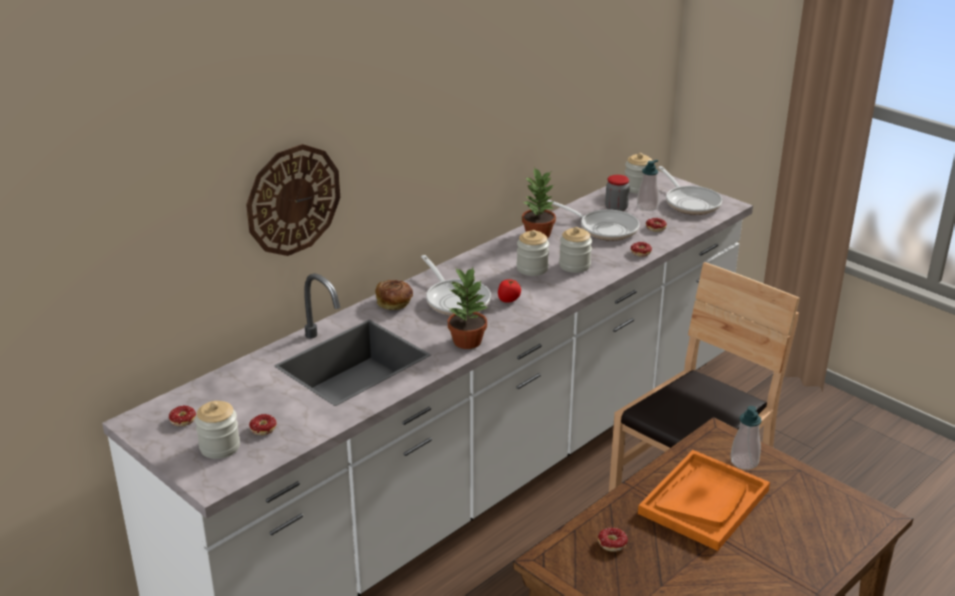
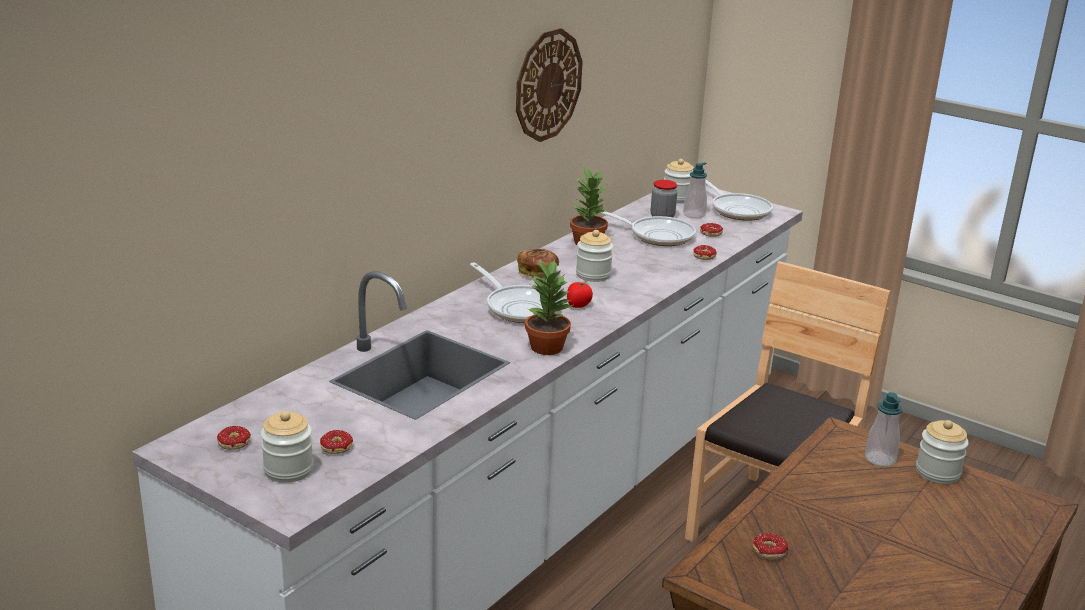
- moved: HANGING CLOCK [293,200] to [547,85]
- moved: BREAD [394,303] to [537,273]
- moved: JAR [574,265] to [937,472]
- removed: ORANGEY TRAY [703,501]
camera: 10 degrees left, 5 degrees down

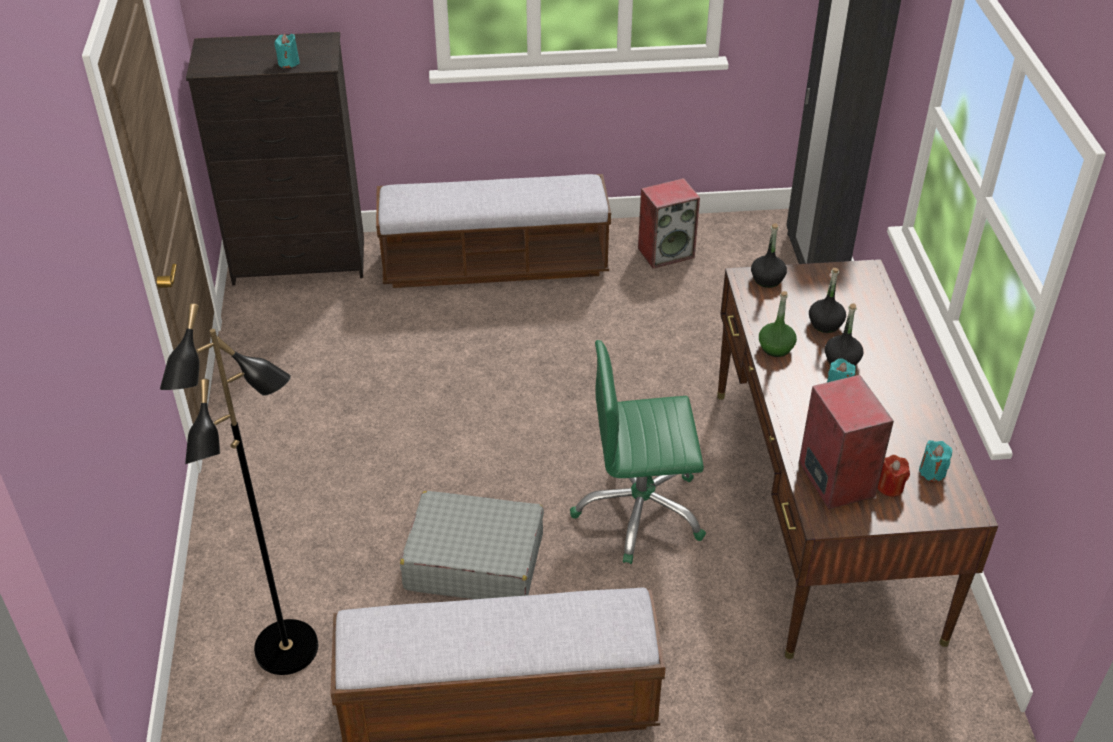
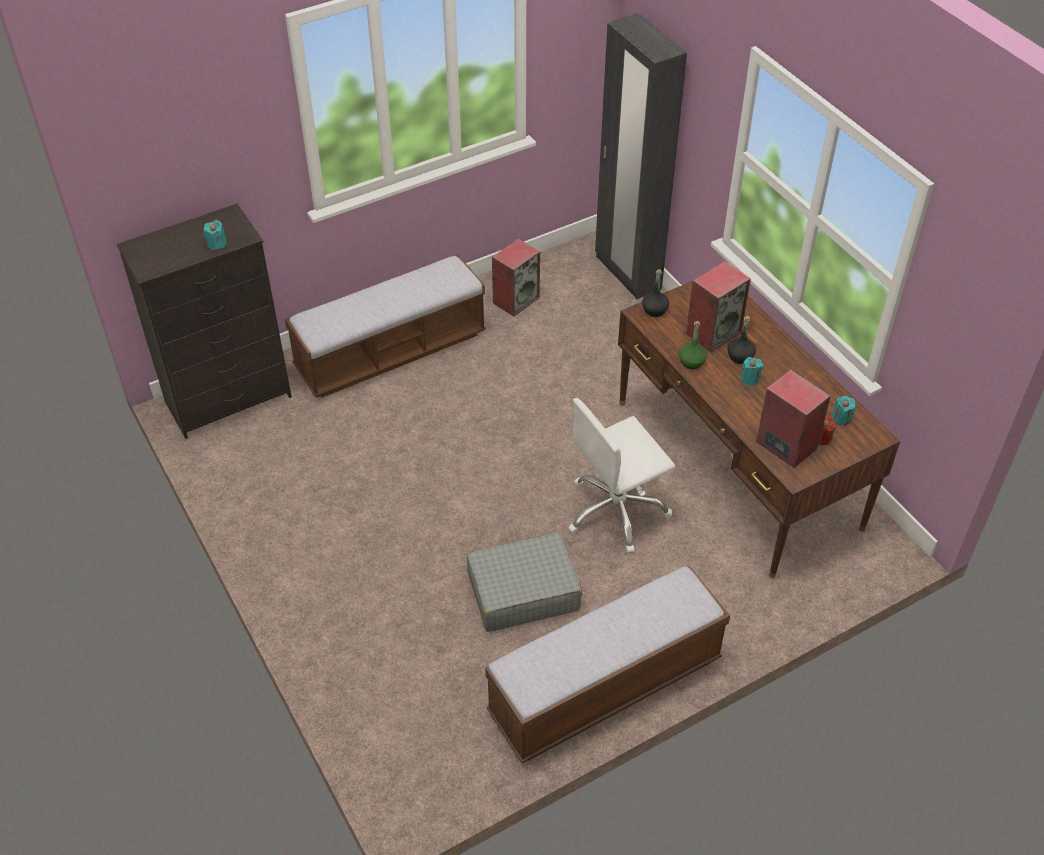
- removed: BLACK-COLOURED STANDARD LAMP [287,650]
- recoloured: GREEN-COLOURED DESK CHAIR [640,511] to WHITE-COLOURED DESK CHAIR [616,511]
- replaced: BLACK-COLOURED BOTTLE [825,324] to LOUDSPEAKER [713,332]
camera: 25 degrees left, 5 degrees up

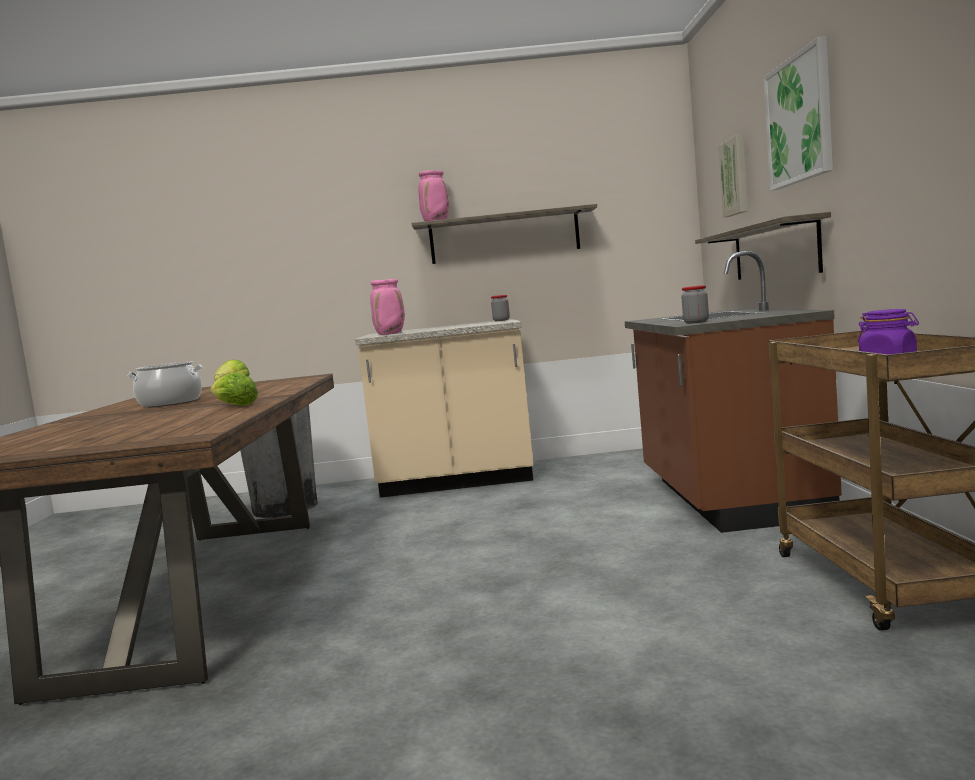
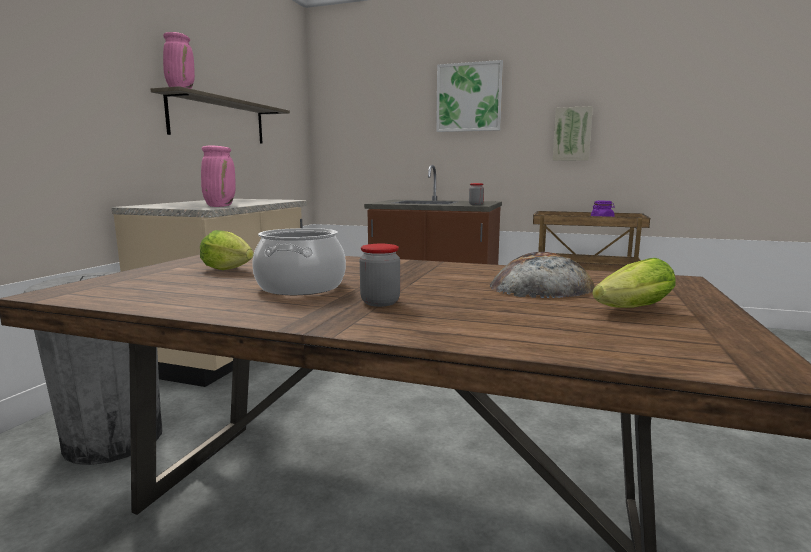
- moved: LETTUCE HEAD [233,406] to [628,310]
- moved: JAR [501,320] to [380,302]
- removed: BRACKET SHELF [774,251]
- moved: PICTURE [736,177] to [572,134]
- added: BREAD [541,286]
camera: 70 degrees left, 5 degrees up

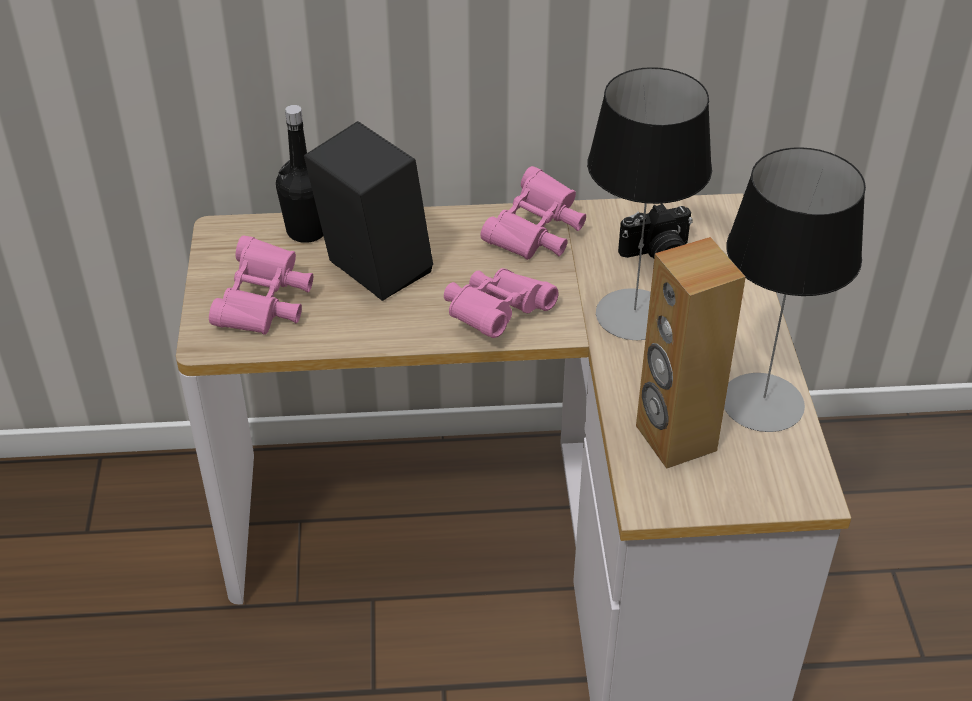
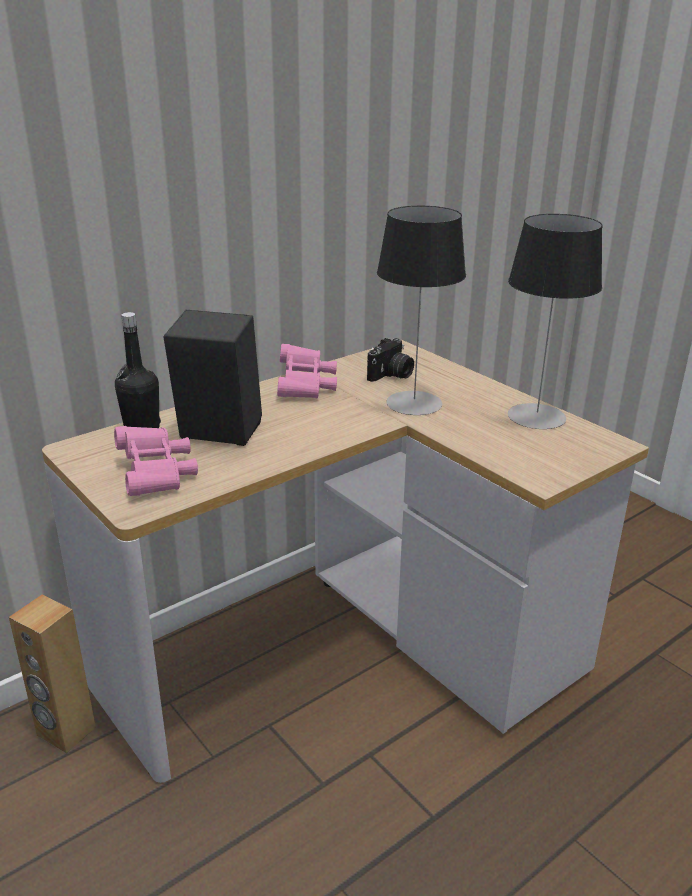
- removed: PINK-COLOURED PAIR OF BINOCULARS [496,315]
- moved: BROWNISH LOUDSPEAKER [674,438] to [65,732]
camera: 35 degrees left, 15 degrees down

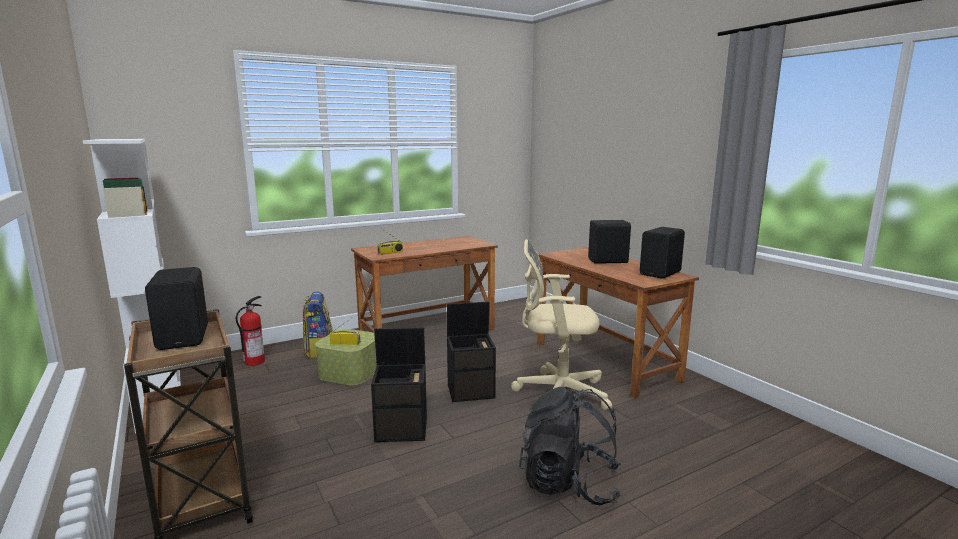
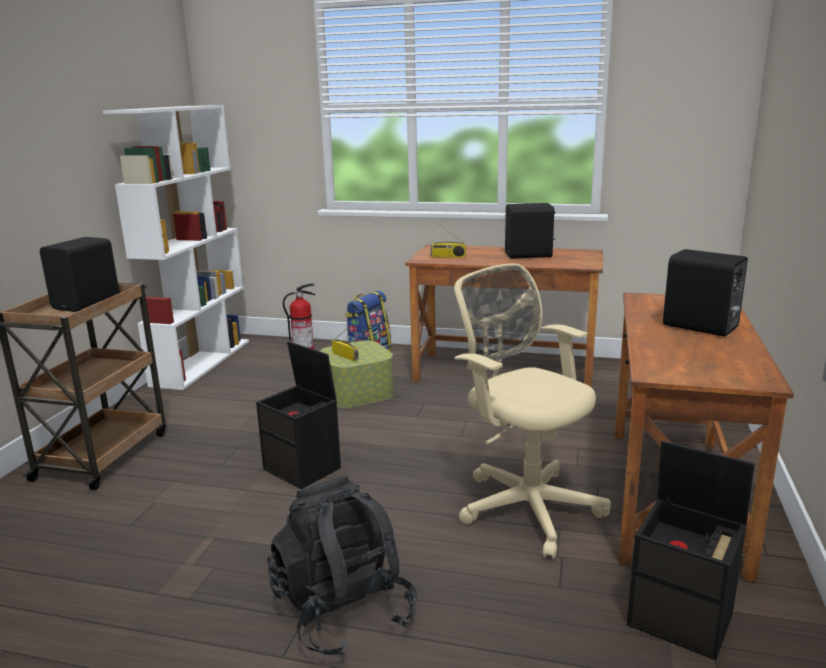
- moved: BLACK-COLOURED STORAGE BIN [471,391] to [682,619]
- moved: BLACK-COLOURED LOUDSPEAKER [661,273] to [529,255]
camera: 45 degrees right, 5 degrees up

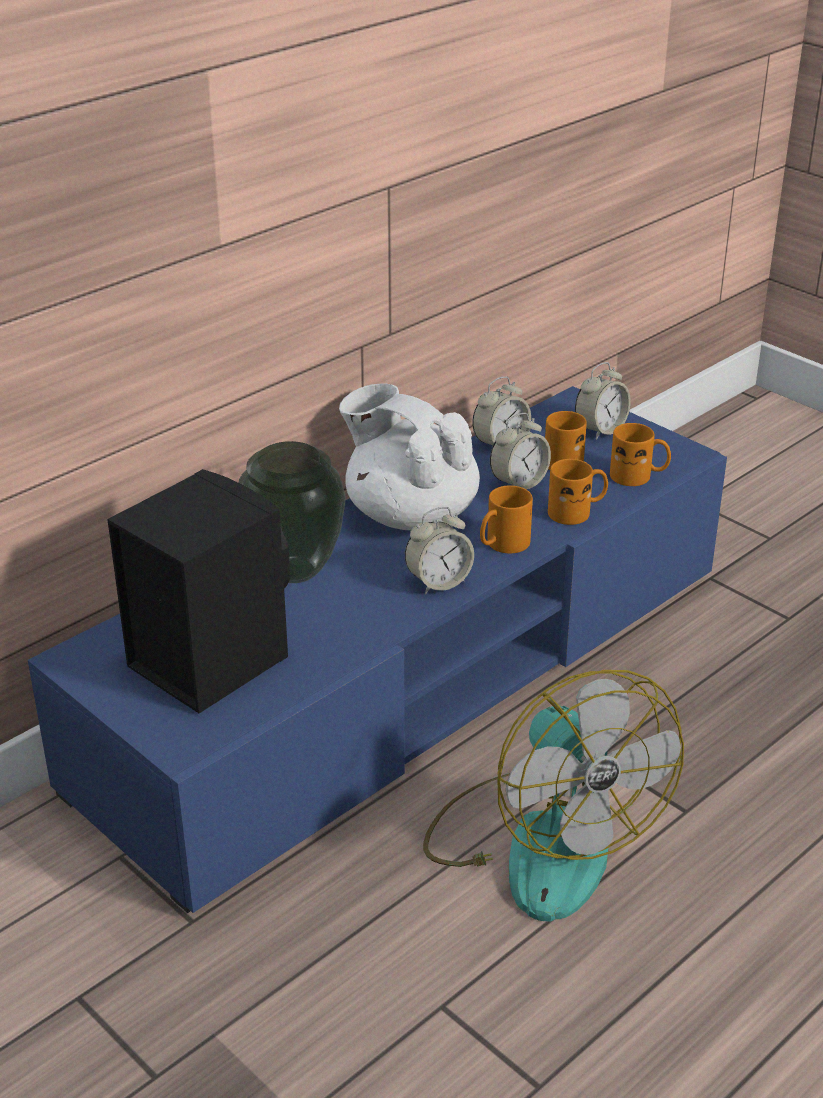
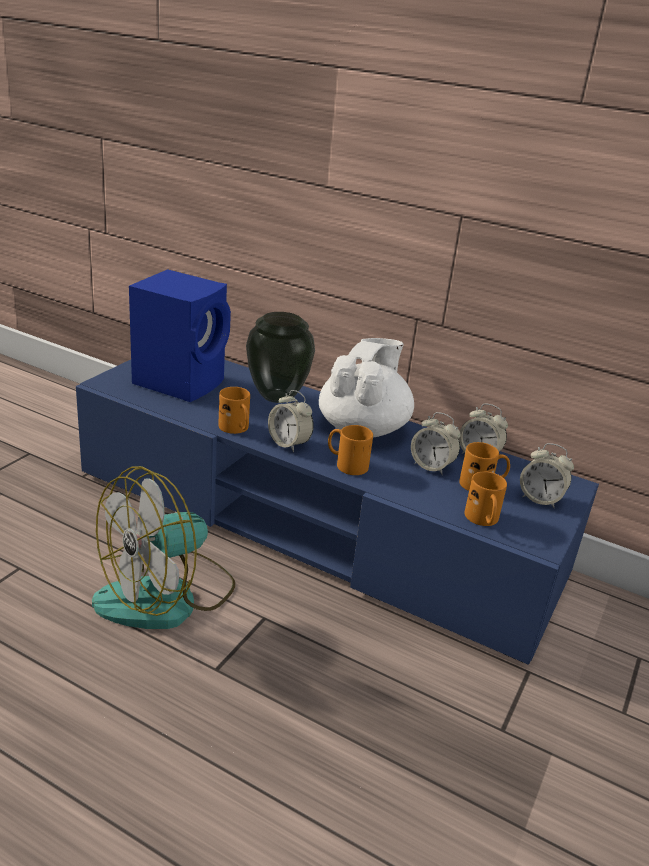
- recoloured: BLACK-COLOURED LOUDSPEAKER [206,659] to BLUE LOUDSPEAKER [181,381]
- moved: ORANGEY TEA MUG [577,511] to [237,429]
camera: 70 degrees right, 5 degrees down

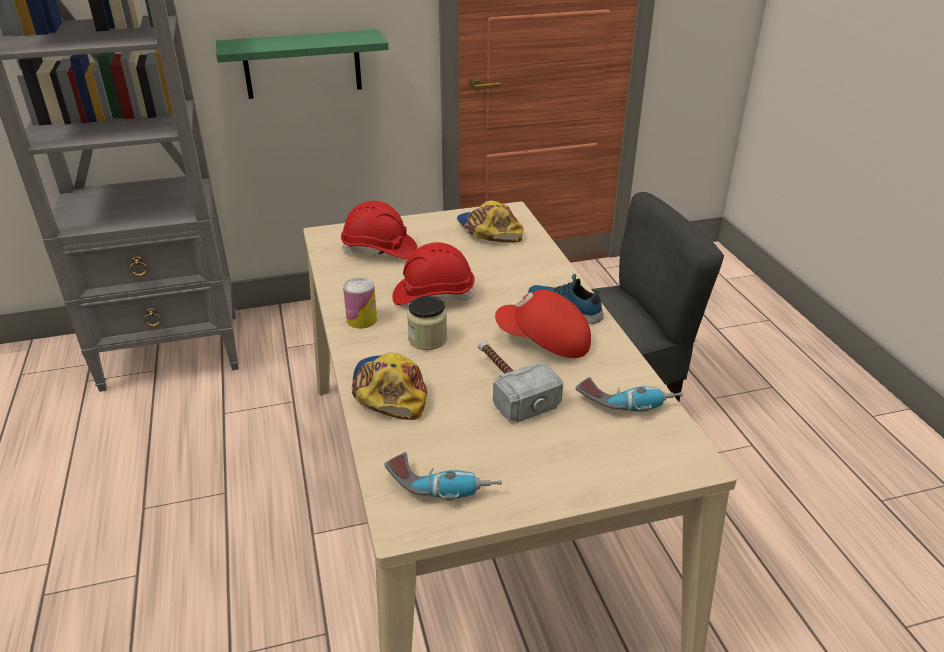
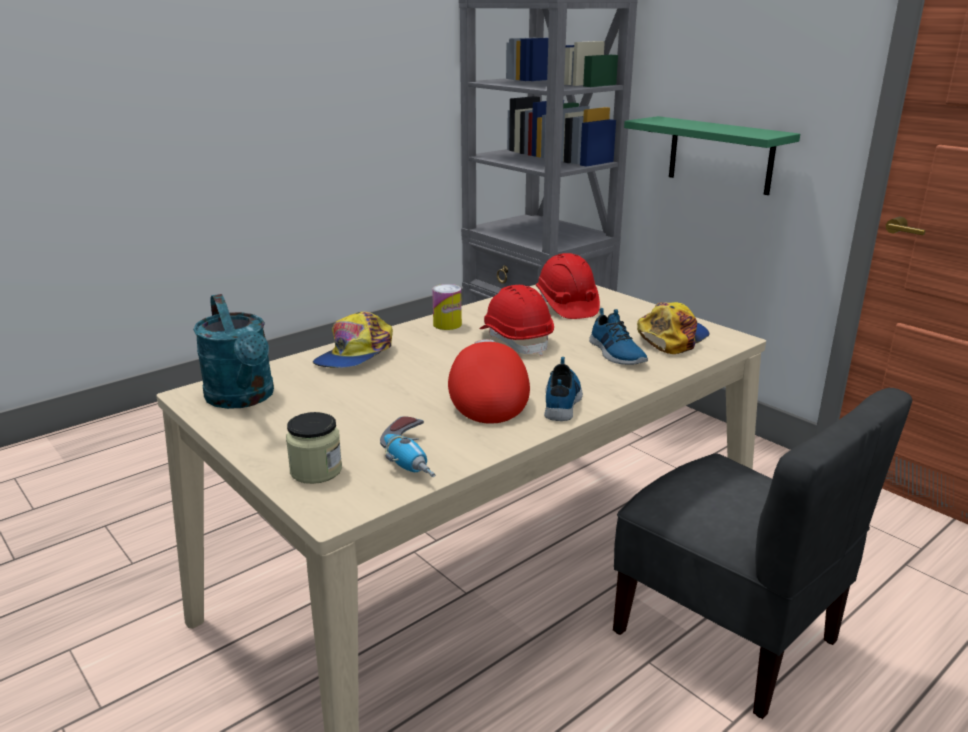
- turned: BASEBALL CAP [390,390] = [355,355] 150 degrees clockwise
- replaced: POWER DRILL [442,485] to BLUE-GREEN WATERING POT [243,398]
- moved: JAR [427,339] to [316,470]
- removed: TOOL HAMMER [508,386]
- added: LOW SHOE [615,353]
camera: 65 degrees right, 10 degrees down

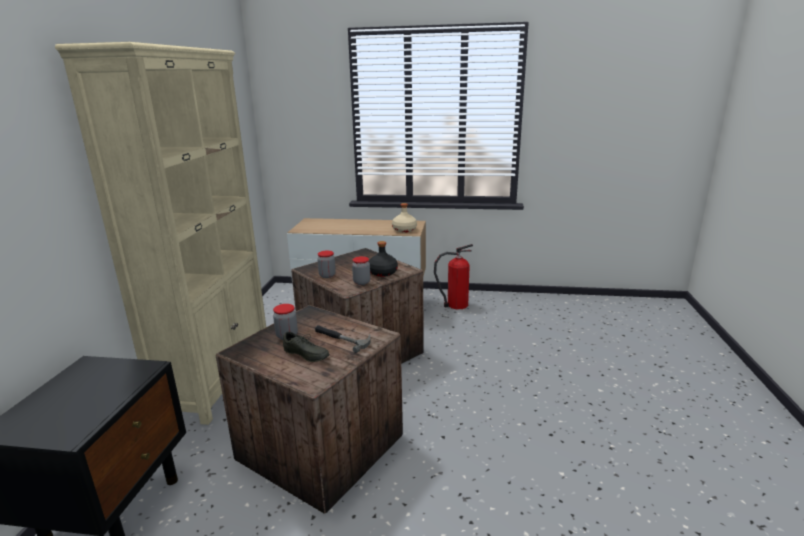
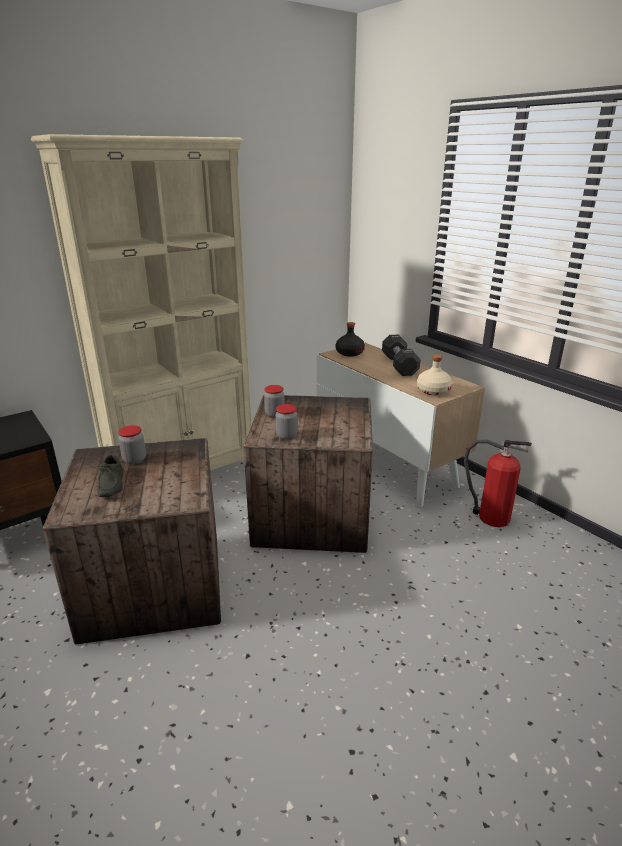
- removed: TOOL HAMMER [342,339]
- moved: BLACK-COLOURED BOTTLE [382,273] to [349,353]
- added: BLACK-COLOURED DUMBBELL [399,365]
camera: 45 degrees right, 5 degrees up

